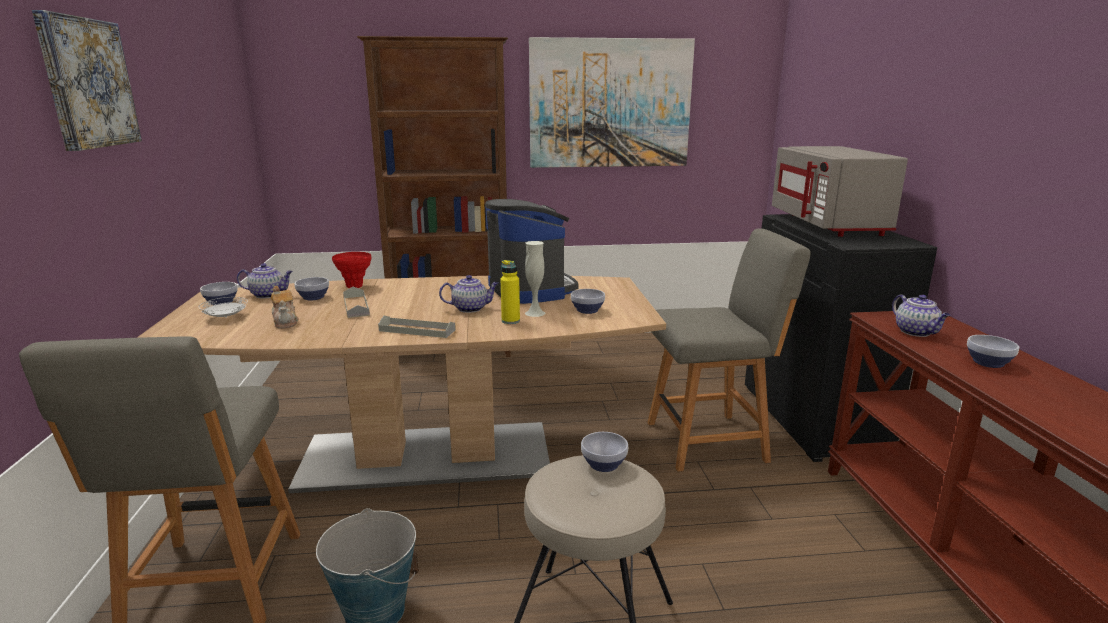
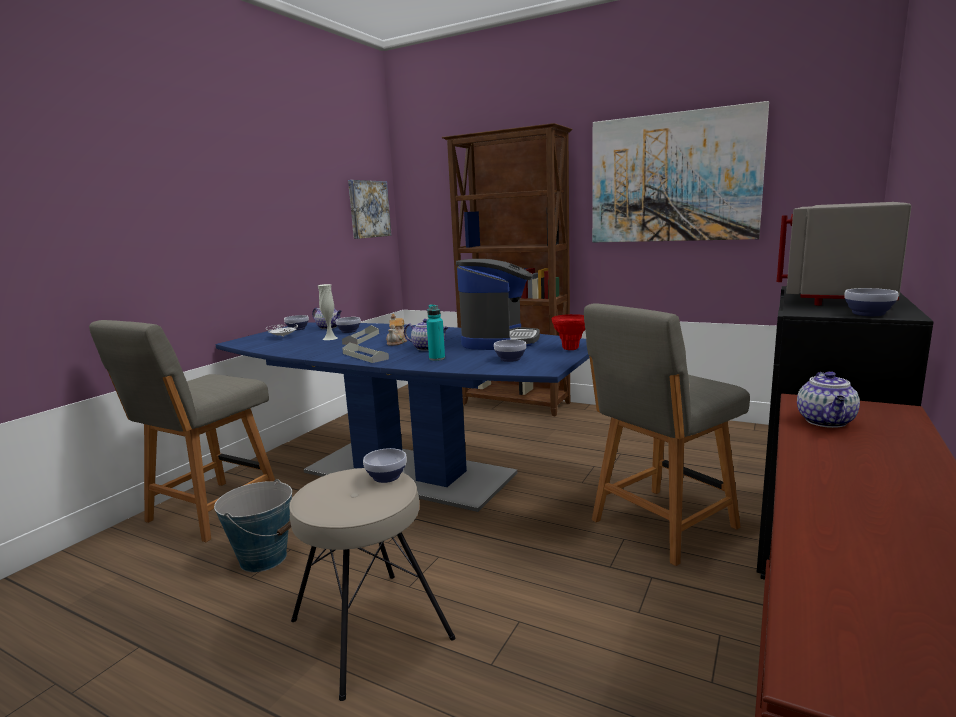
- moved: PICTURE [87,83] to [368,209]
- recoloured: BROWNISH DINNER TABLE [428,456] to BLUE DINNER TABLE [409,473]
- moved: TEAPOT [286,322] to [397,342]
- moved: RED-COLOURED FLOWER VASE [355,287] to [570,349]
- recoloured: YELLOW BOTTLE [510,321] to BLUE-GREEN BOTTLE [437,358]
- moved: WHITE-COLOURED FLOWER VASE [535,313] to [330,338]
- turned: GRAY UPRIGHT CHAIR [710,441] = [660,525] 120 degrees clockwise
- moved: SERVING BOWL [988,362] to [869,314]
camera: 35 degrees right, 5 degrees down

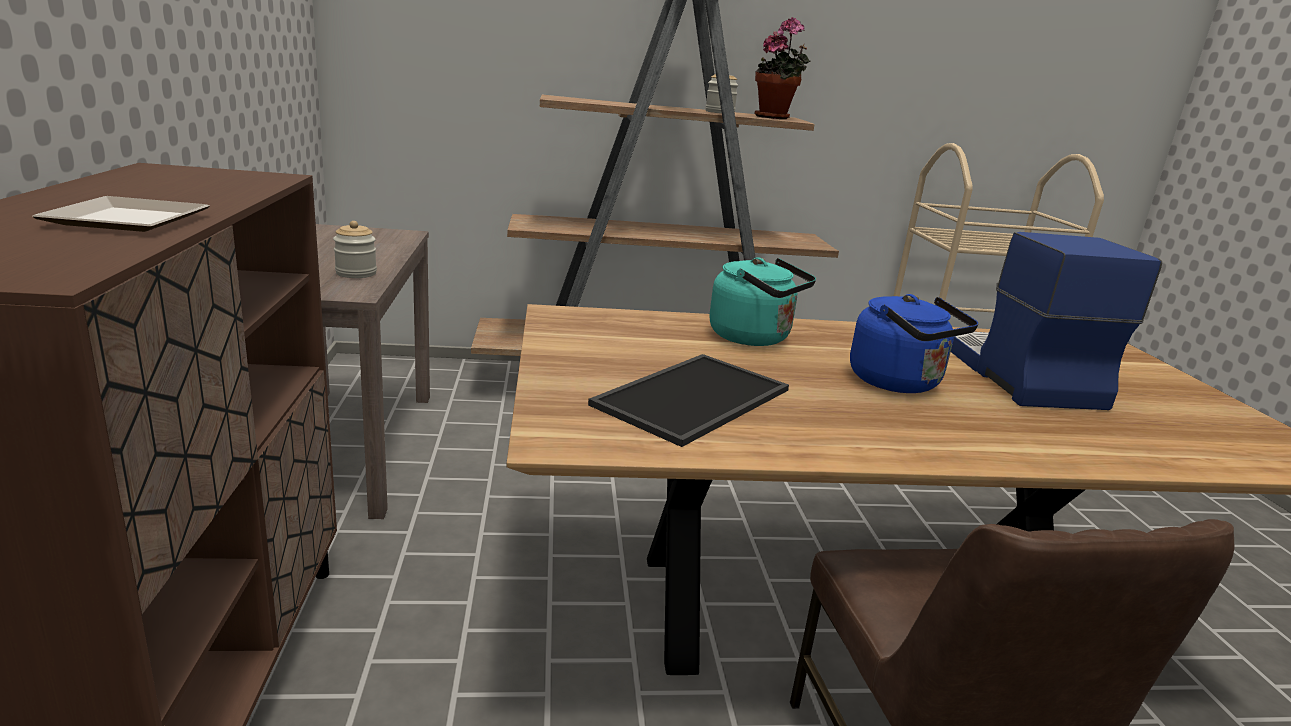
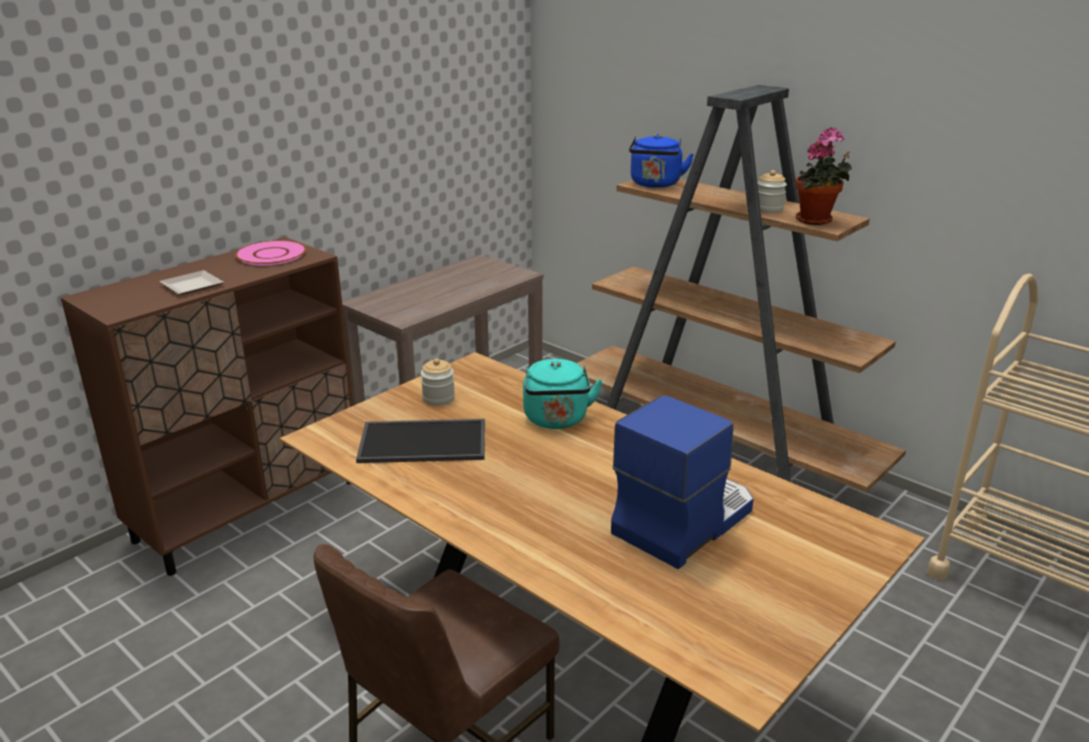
- moved: JAR [356,273] to [438,398]
- moved: BLUE TEA KETTLE [899,383] to [655,184]
- added: PINK-COLOURED DINNER PLATE [271,254]
camera: 50 degrees right, 5 degrees up

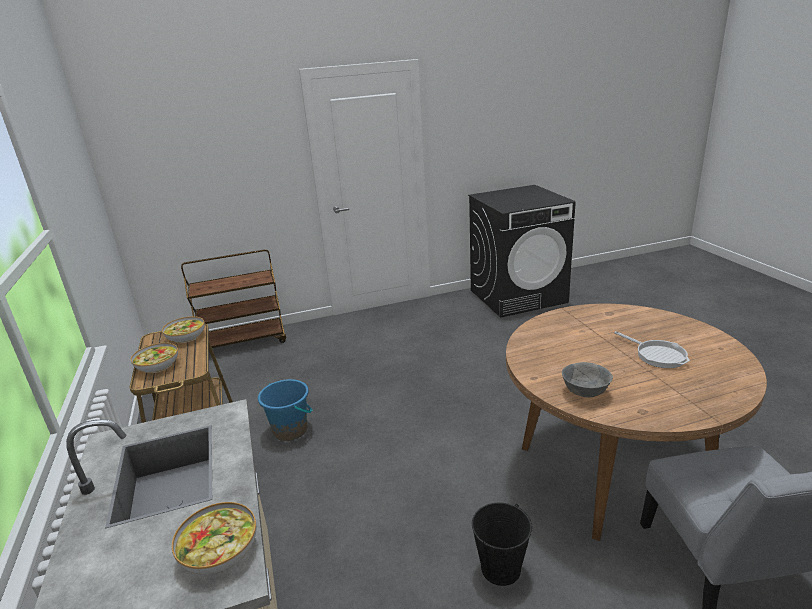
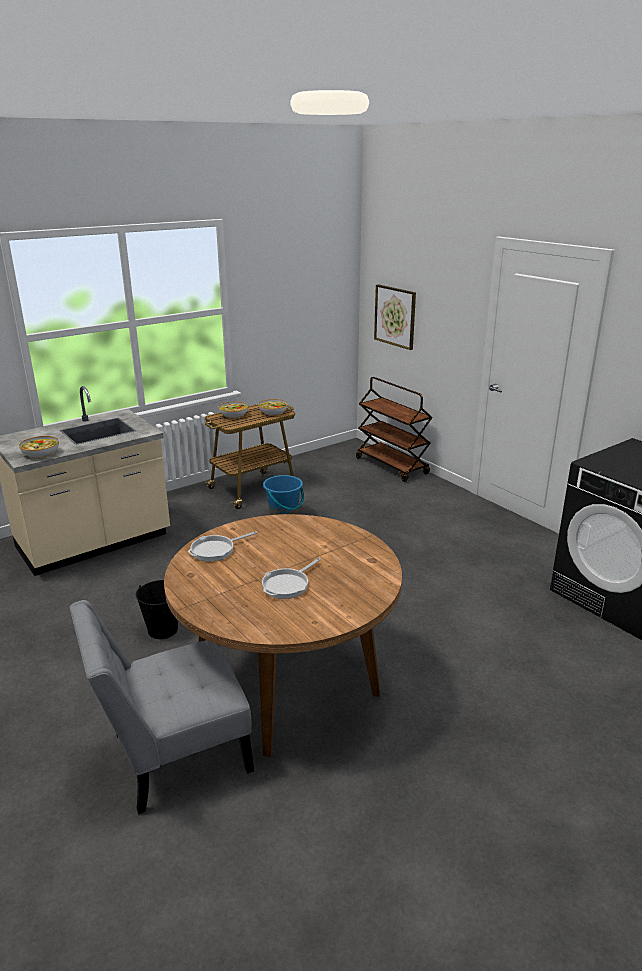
- replaced: GRAY SERVING BOWL [584,392] to PAN [216,550]
- added: PICTURE [395,316]
camera: 70 degrees right, 0 degrees up

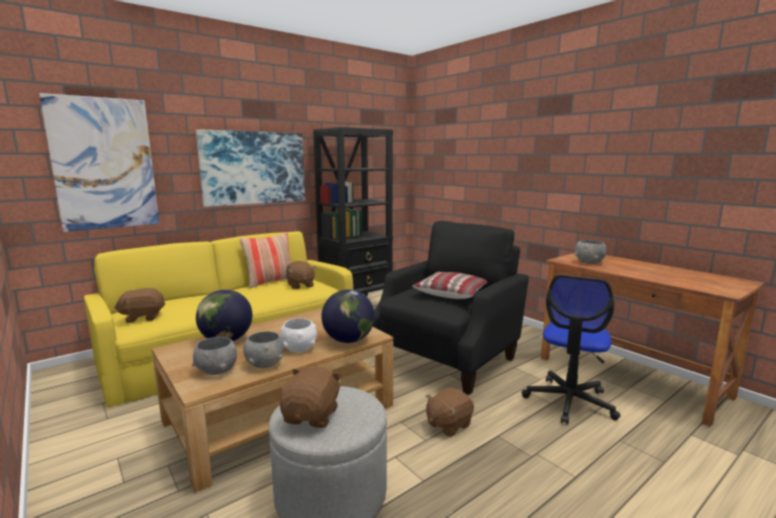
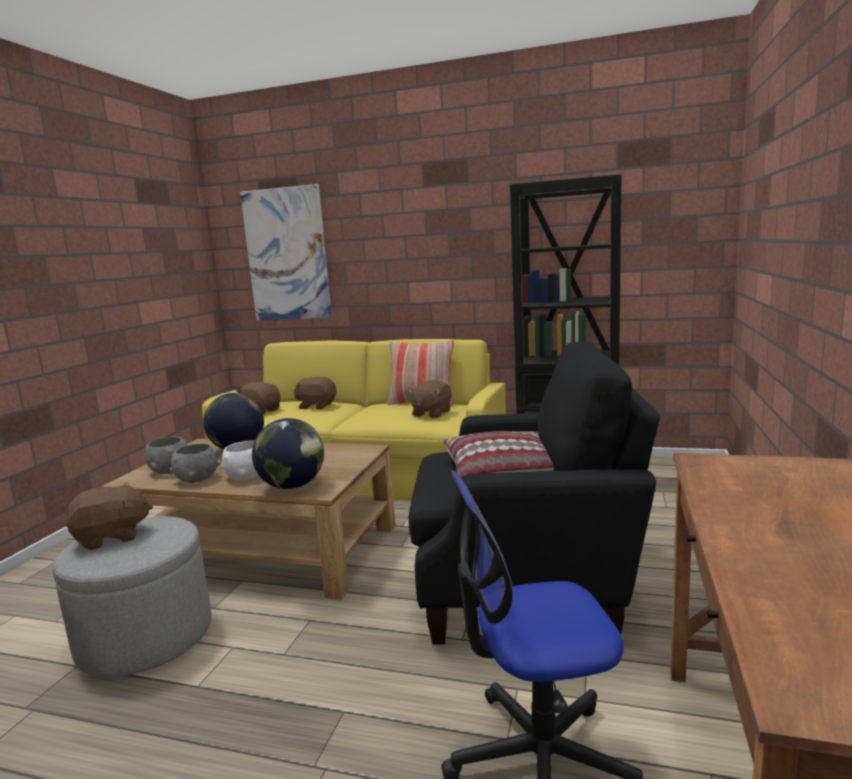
- removed: PICTURE [254,168]
- moved: BROWNISH CUDDLY TOY [448,424] to [316,406]
- removed: GRAY SERVING BOWL [588,262]
camera: 55 degrees right, 0 degrees up

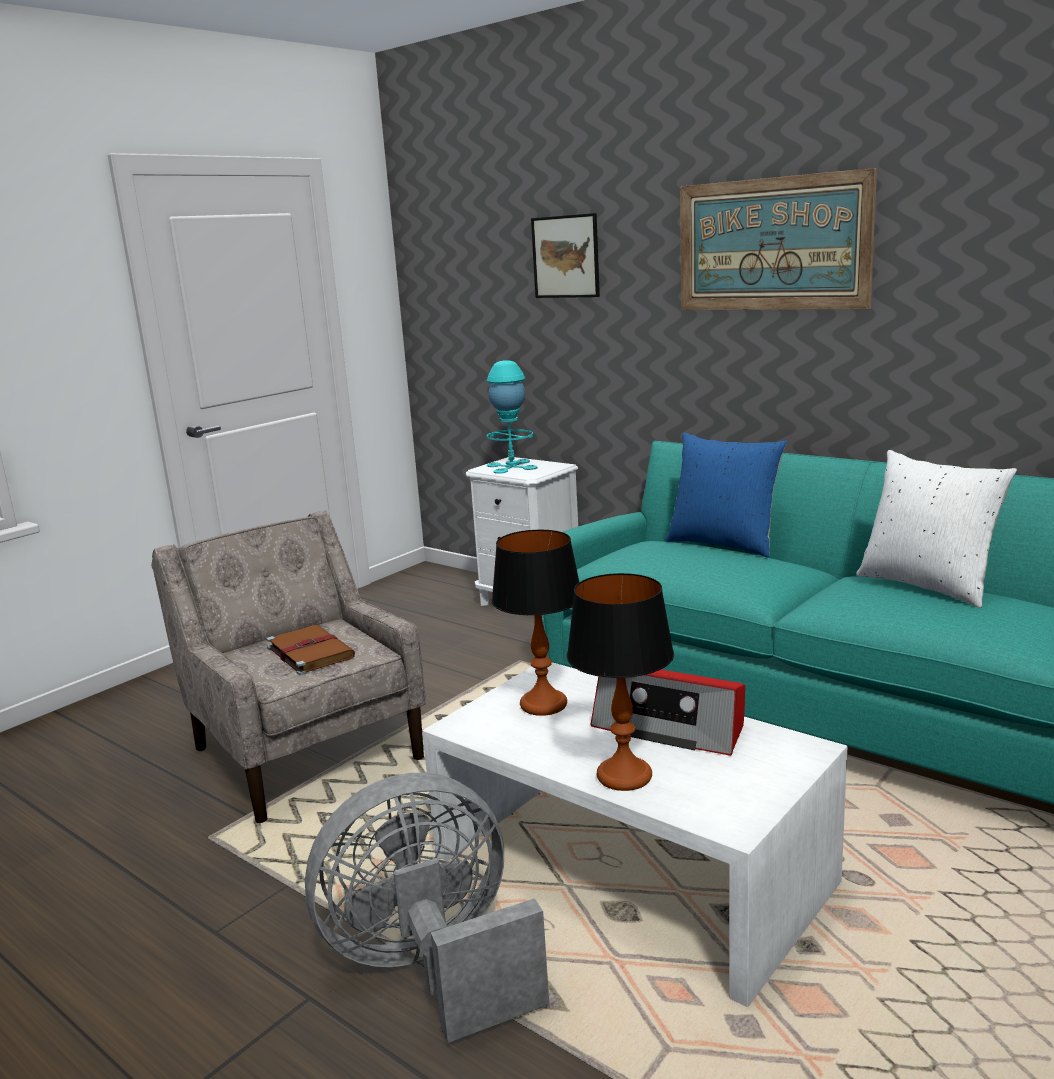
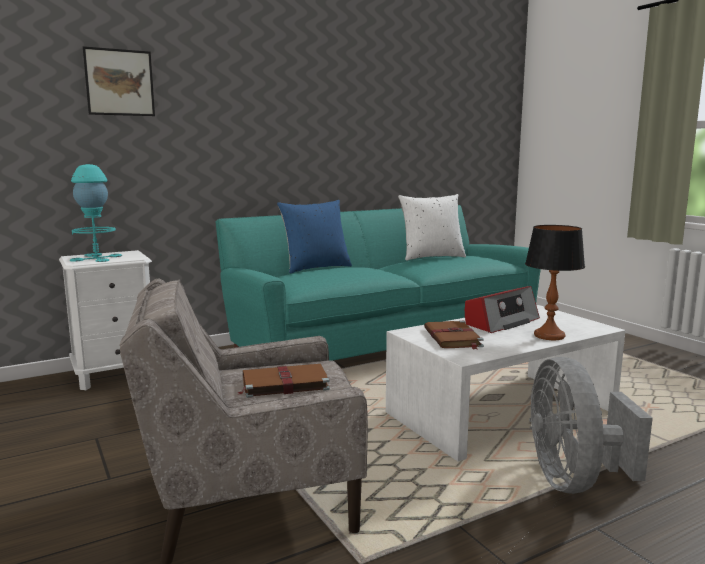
- replaced: LAMP FOR A TABLE [544,704] to BROWNISH BOUND BOOK [453,338]
- removed: PICTURE [772,244]
camera: 70 degrees left, 5 degrees down

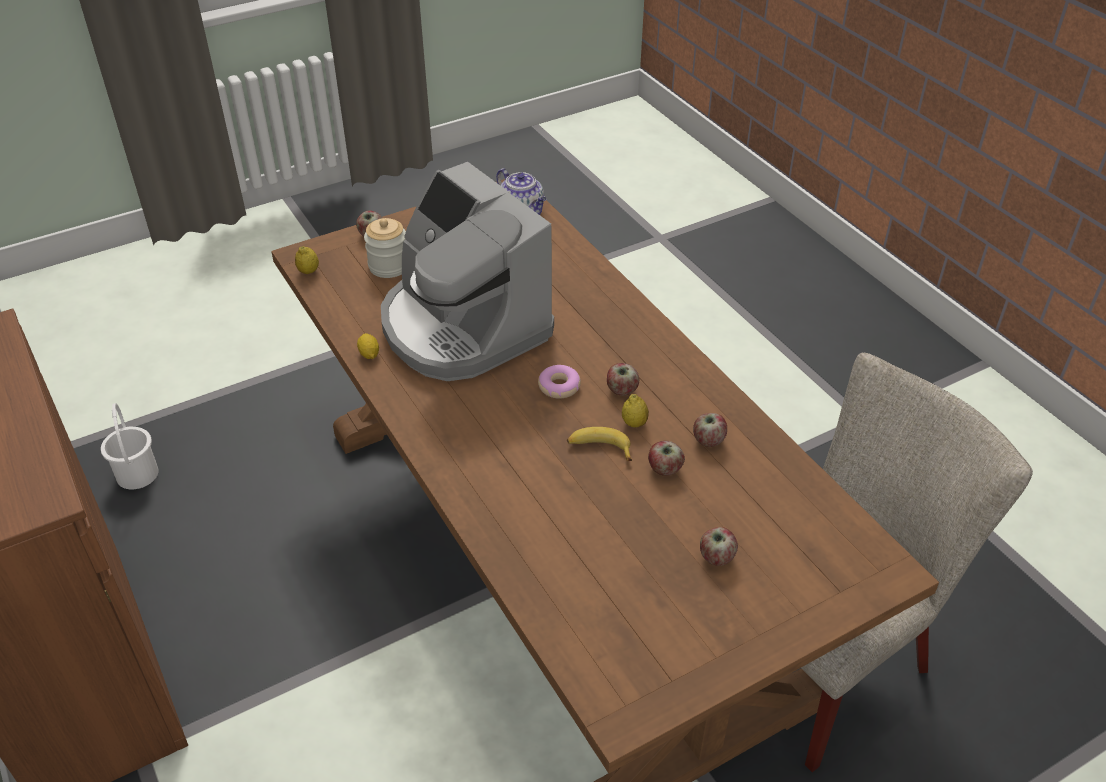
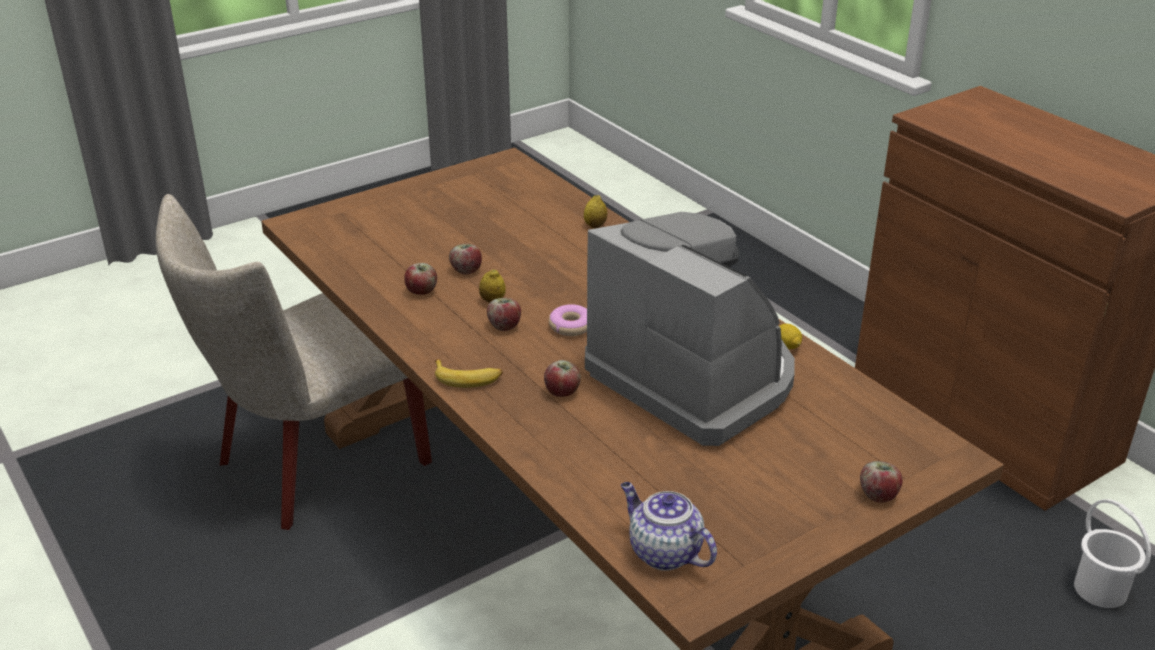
- moved: LEMON [308,271] to [595,226]
- removed: JAR [389,266]
- moved: WHOLE BANANA [599,448] to [468,378]
- moved: APPLE [716,557] to [562,392]
camera: 175 degrees right, 10 degrees down

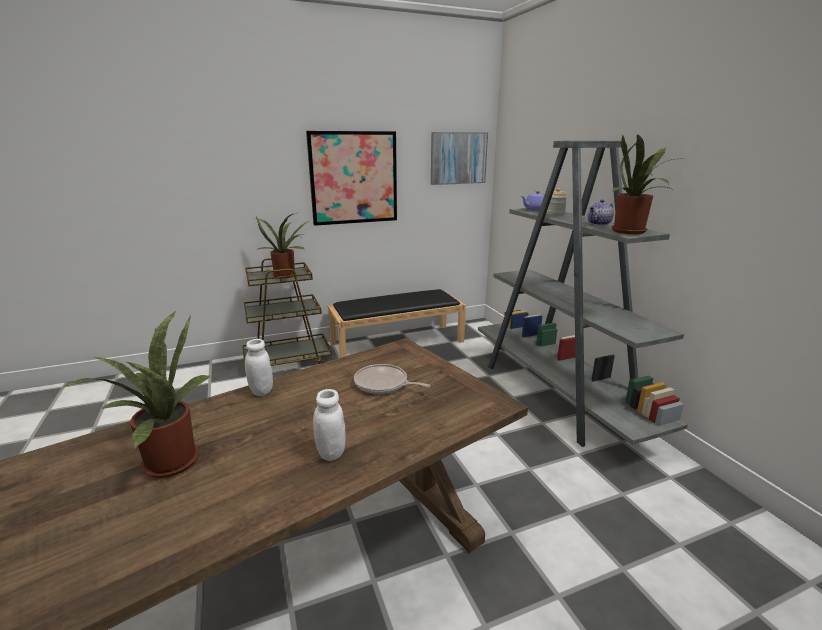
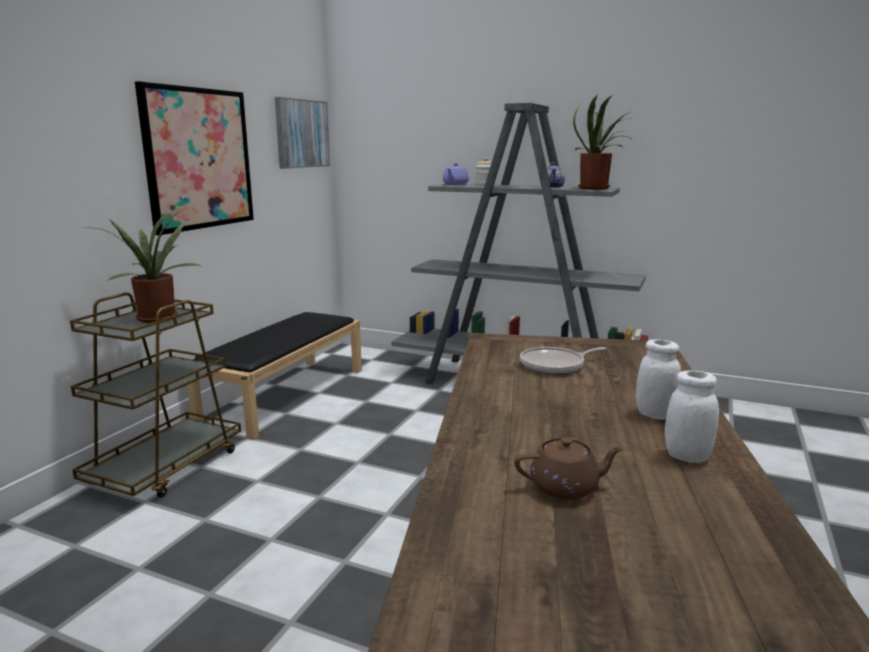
- replaced: PLANT IN A POT [167,461] to BROWNISH TEAPOT [566,487]
- moved: WHITE-COLOURED JAR [261,391] to [687,456]
camera: 45 degrees left, 5 degrees down

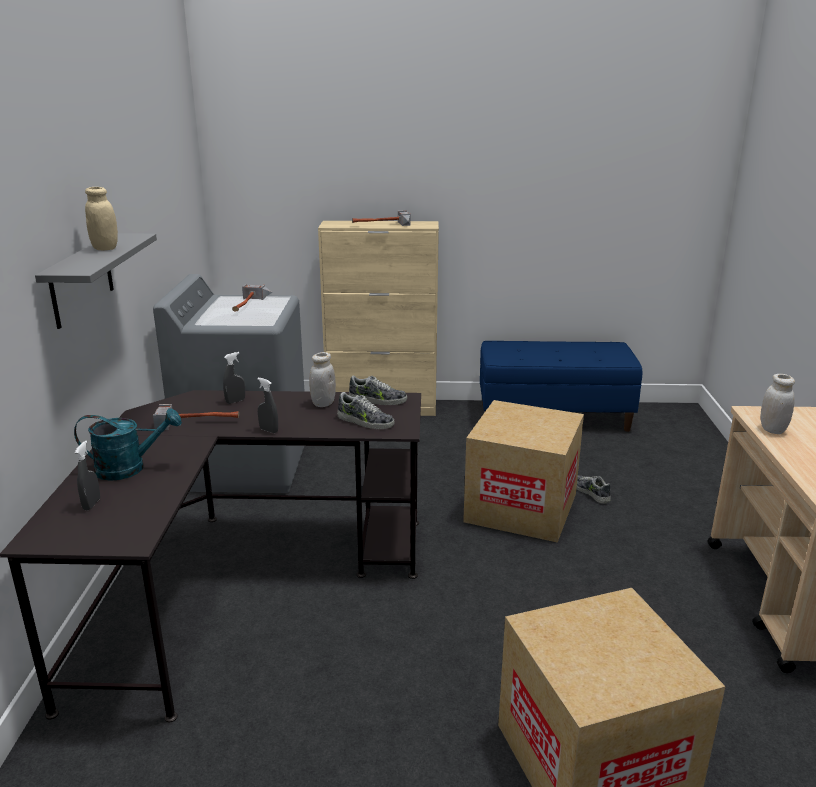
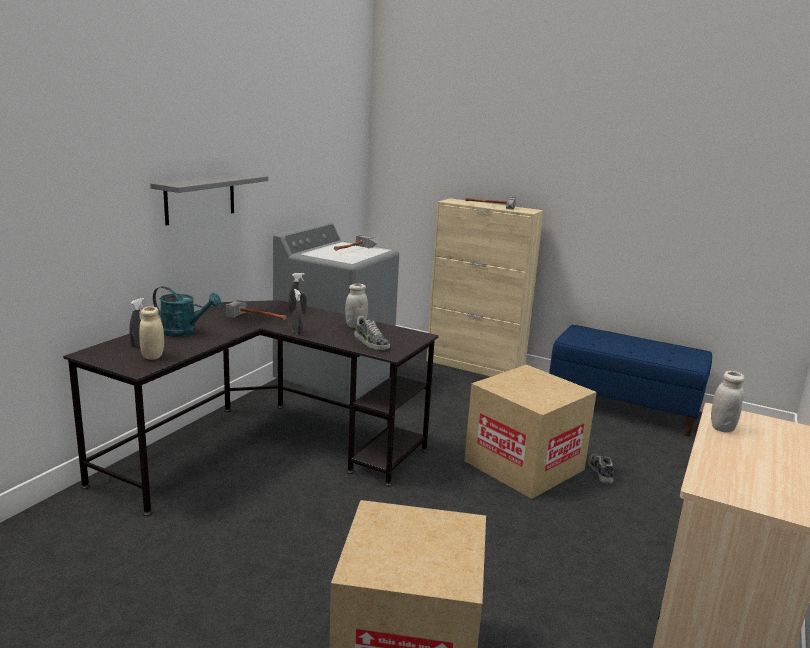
- moved: BEIGE-COLOURED JAR [105,248] to [153,356]
- removed: LOW SHOE [377,400]
camera: 25 degrees right, 5 degrees down

